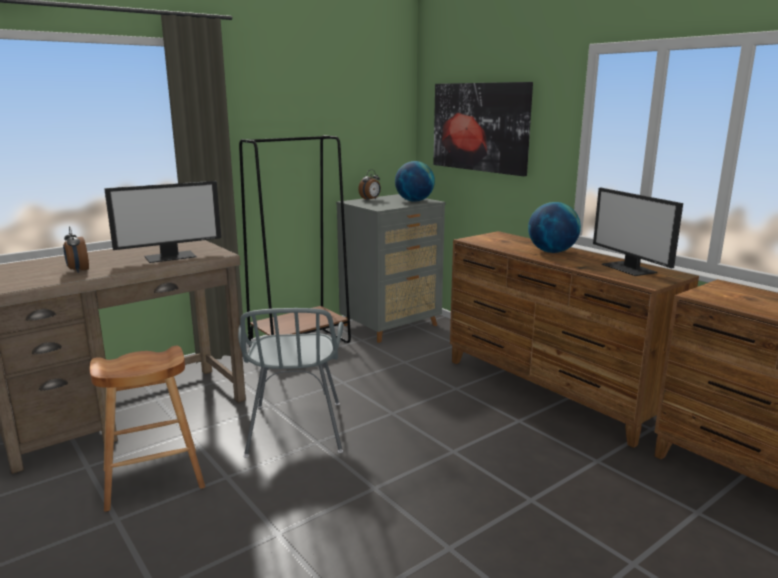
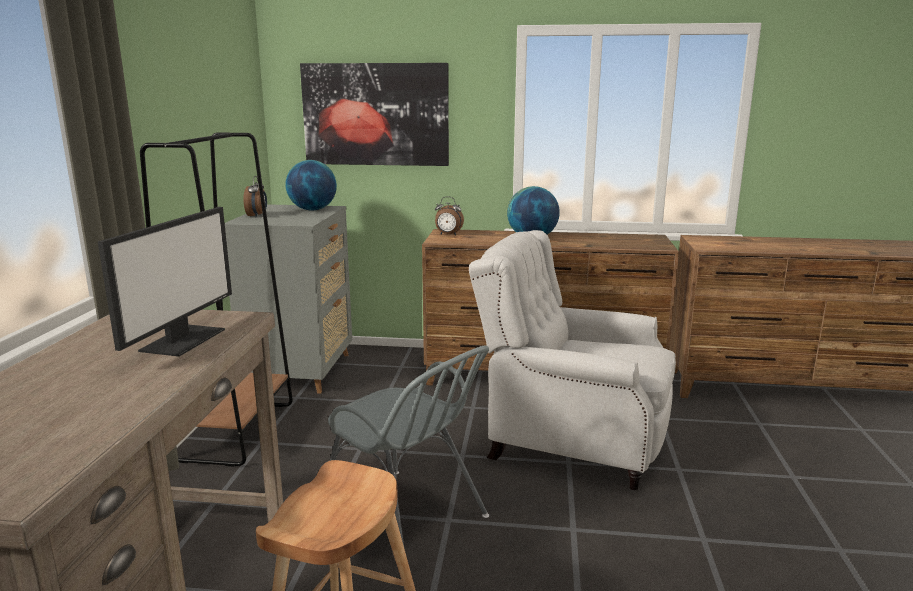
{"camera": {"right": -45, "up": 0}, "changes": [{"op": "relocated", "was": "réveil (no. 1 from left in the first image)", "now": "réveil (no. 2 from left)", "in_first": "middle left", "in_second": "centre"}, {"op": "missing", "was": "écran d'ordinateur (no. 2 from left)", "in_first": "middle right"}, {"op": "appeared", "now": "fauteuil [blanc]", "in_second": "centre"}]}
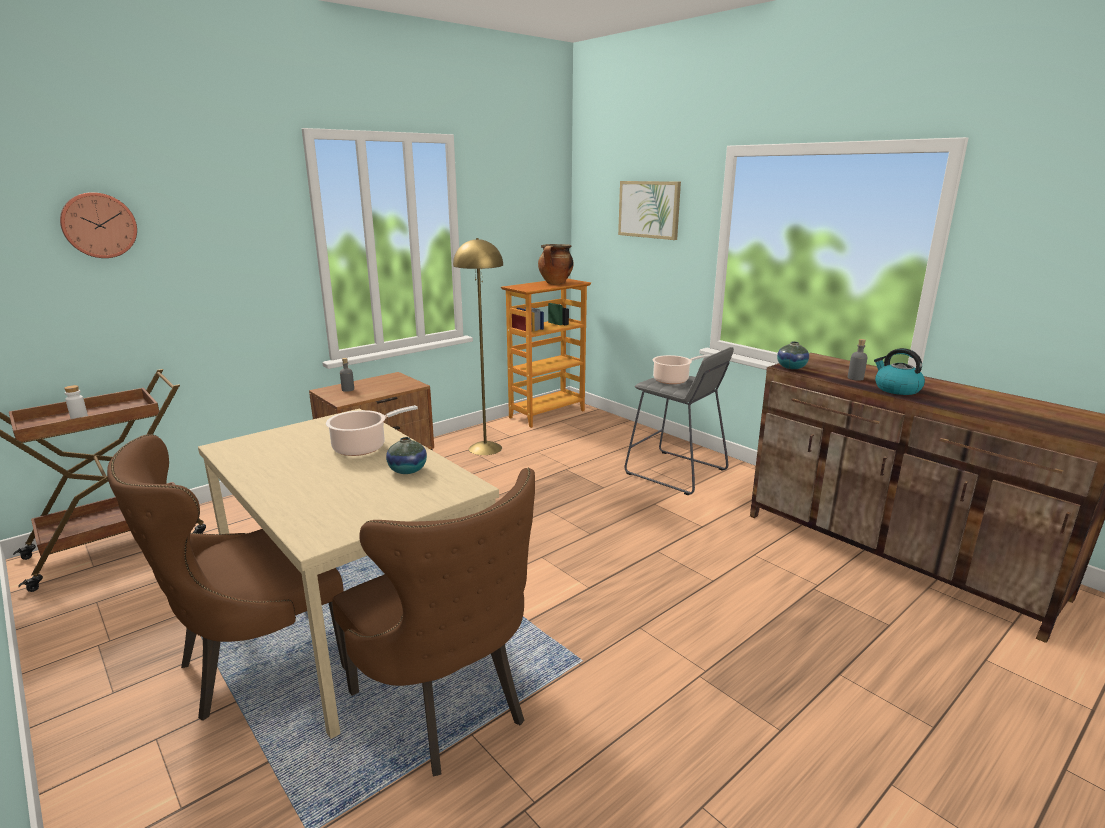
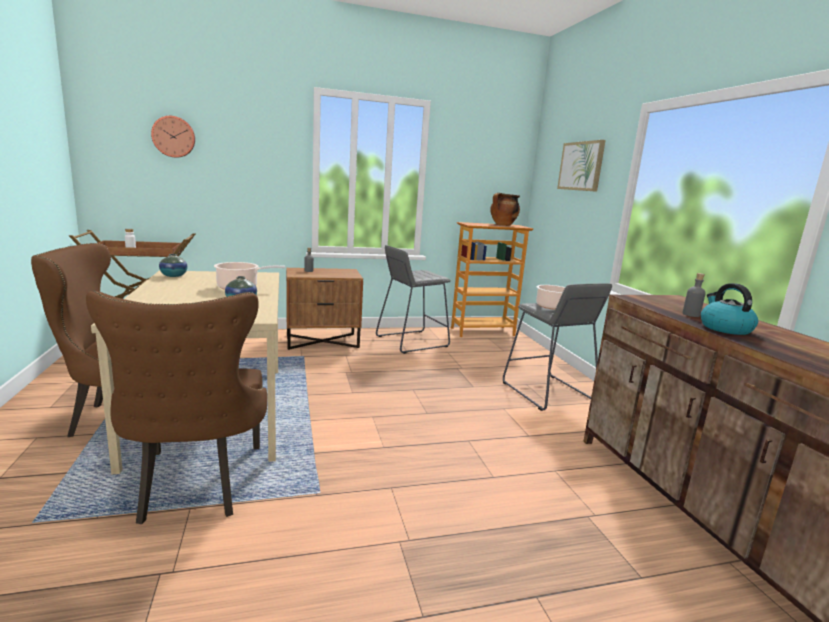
{"camera": {"right": 25, "up": -5}, "changes": [{"op": "exchanged", "was": "lampadaire [jaune]", "now": "tabouret [gris] (no. 1 from left)", "in_first": "centre", "in_second": "centre"}, {"op": "relocated", "was": "vase (no. 2 from left in the first image)", "now": "vase (no. 1 from left)", "in_first": "middle right", "in_second": "middle left"}]}
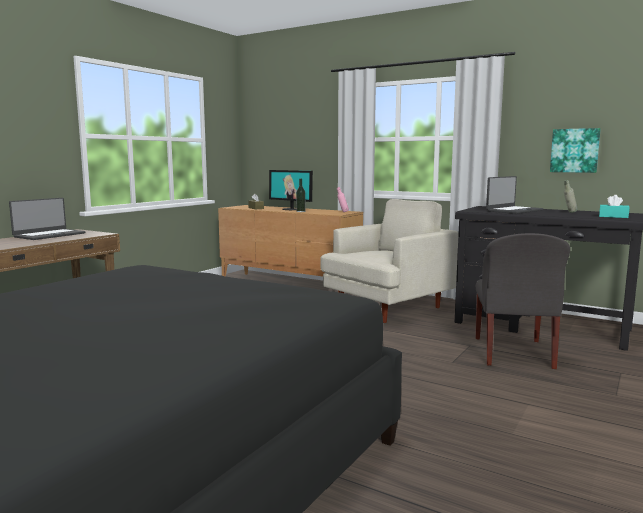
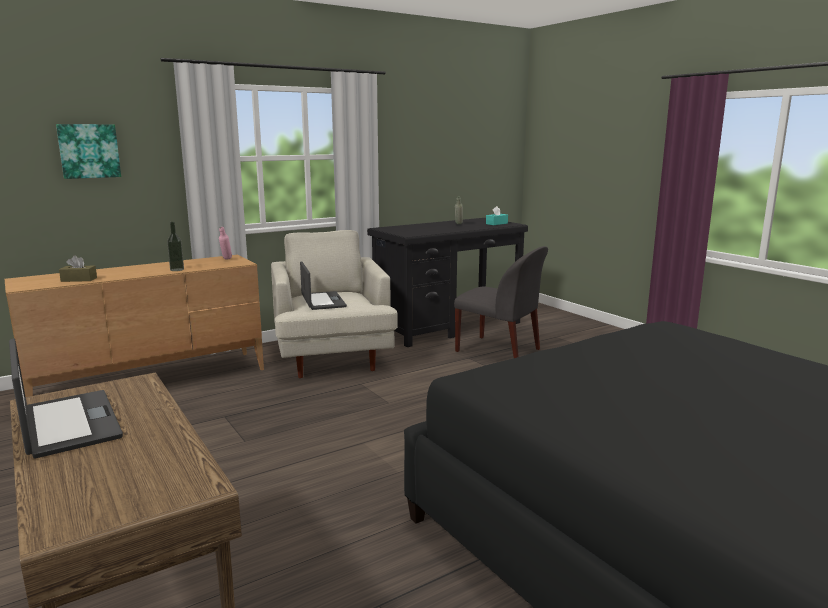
{"camera": {"right": -65, "up": 5}, "changes": [{"op": "missing", "was": "écran d'ordinateur", "in_first": "centre"}, {"op": "relocated", "was": "ordinateur portable (no. 2 from left)", "in_first": "middle right", "in_second": "centre"}, {"op": "relocated", "was": "tableau", "in_first": "top right", "in_second": "top left"}]}
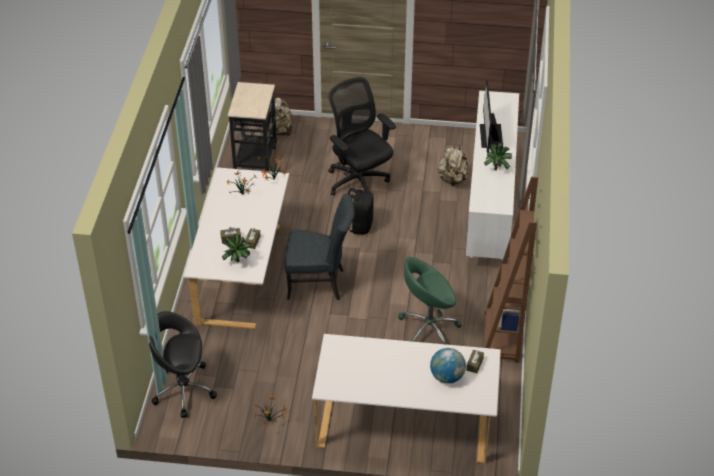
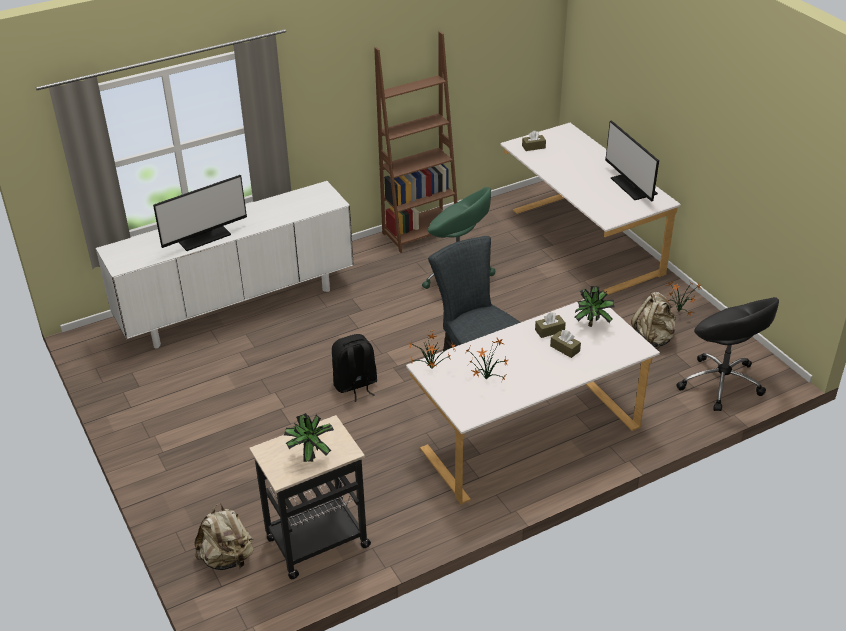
{"camera": {"right": -125, "up": -5}, "changes": [{"op": "missing", "was": "chaise de bureau [noir] (no. 2 from left)", "in_first": "top centre"}, {"op": "missing", "was": "globe", "in_first": "bottom centre"}, {"op": "relocated", "was": "sac à dos [beige] (no. 2 from left)", "in_first": "centre", "in_second": "middle right"}, {"op": "relocated", "was": "plante en pot (no. 5 from left in the first image)", "now": "plante en pot (no. 1 from left)", "in_first": "top right", "in_second": "bottom centre"}, {"op": "appeared", "now": "écran d'ordinateur (no. 2 from left)", "in_second": "top right"}]}
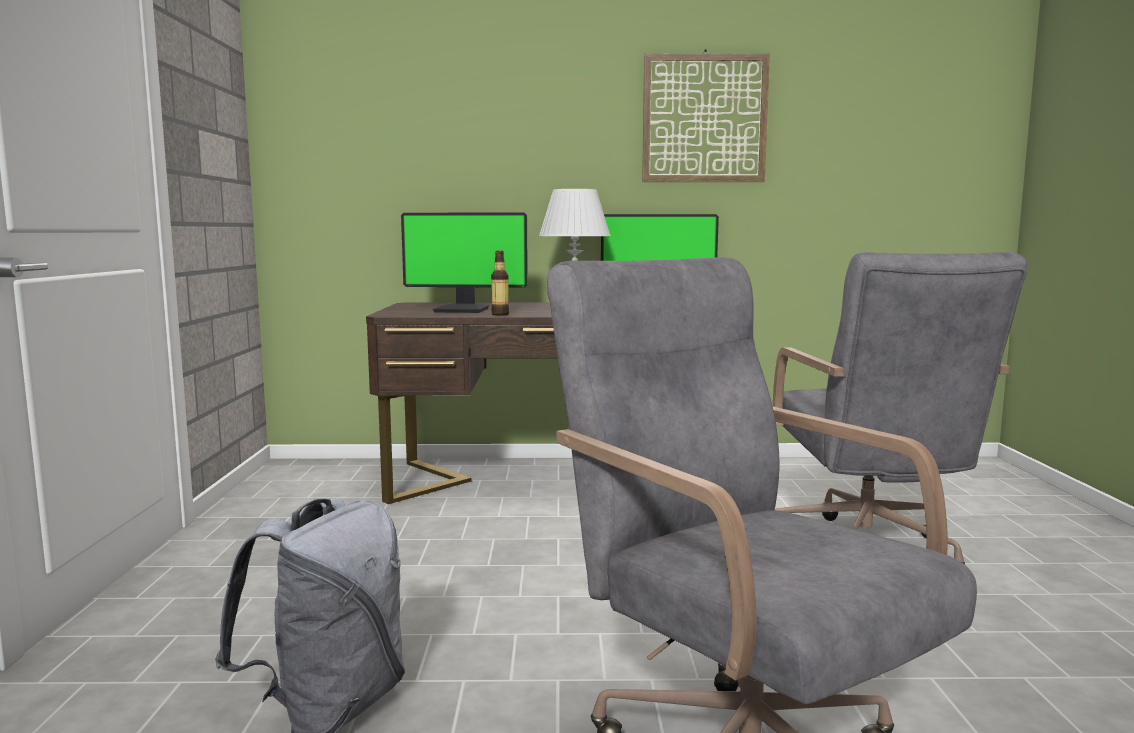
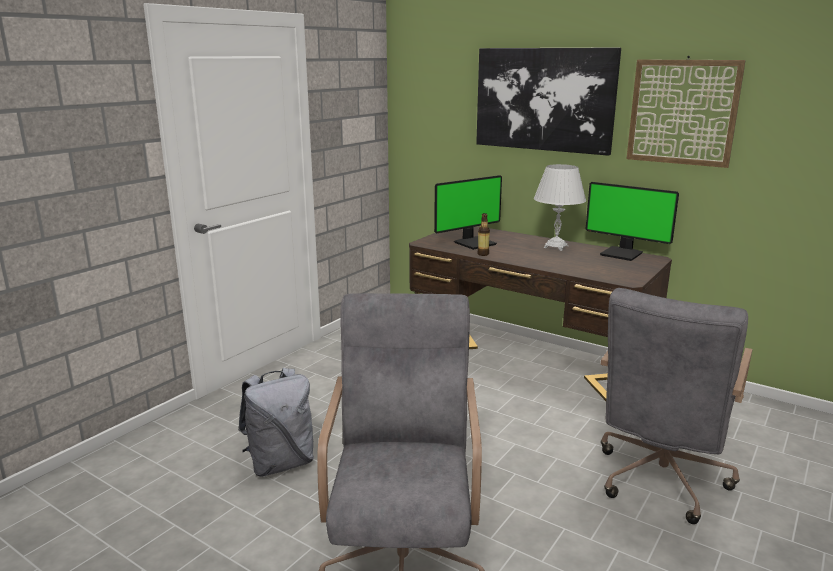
{"camera": {"right": 35, "up": 10}, "changes": [{"op": "spun", "was": "écran d'ordinateur (no. 1 from left)", "in_first": "centre", "in_second": "centre", "clockwise": -75}, {"op": "appeared", "now": "tableau (no. 1 from left)", "in_second": "top centre"}]}
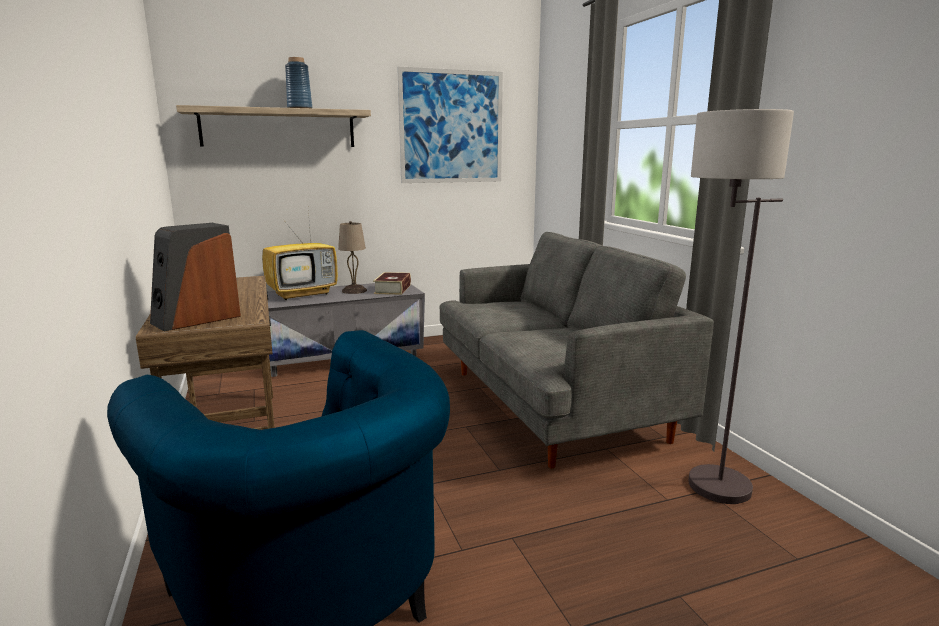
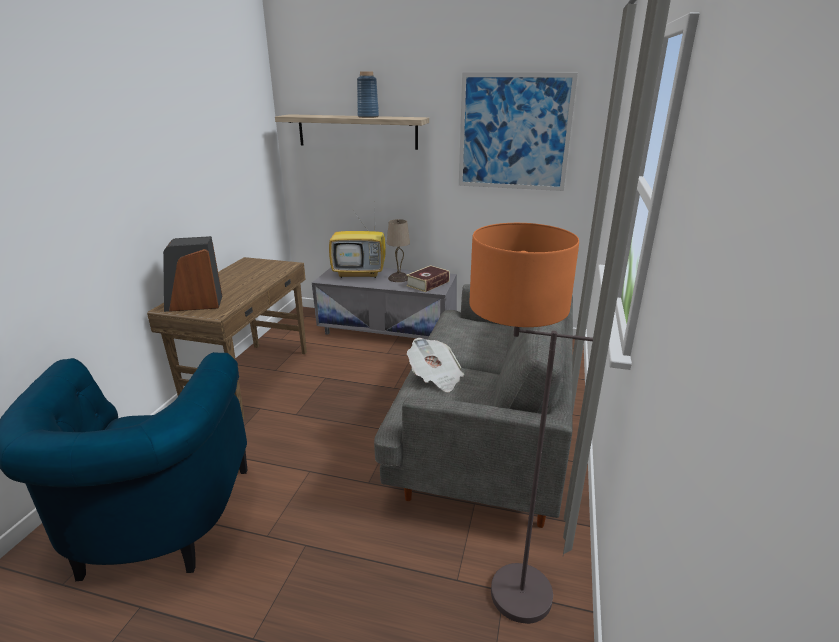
{"camera": {"right": 35, "up": 10}, "changes": [{"op": "colour", "was": "lampadaire [gris]", "now": "lampadaire [orange]", "in_first": "middle right", "in_second": "centre"}, {"op": "appeared", "now": "journal", "in_second": "centre"}]}
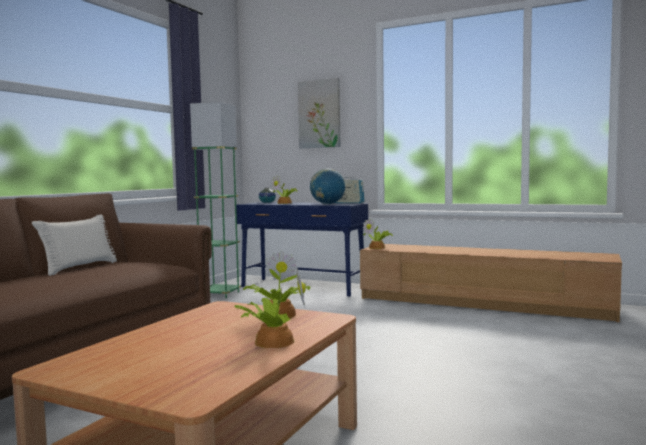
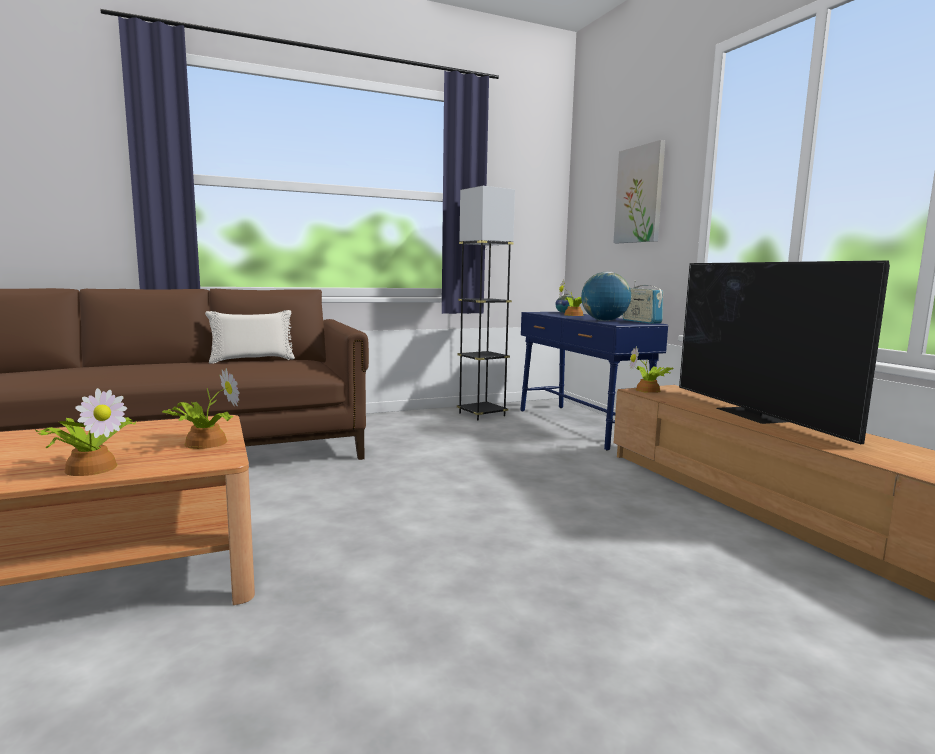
{"camera": {"right": 40, "up": 5}, "changes": [{"op": "colour", "was": "lampadaire [vert]", "now": "lampadaire [gris]", "in_first": "middle left", "in_second": "centre"}, {"op": "appeared", "now": "téléviseur", "in_second": "middle right"}]}
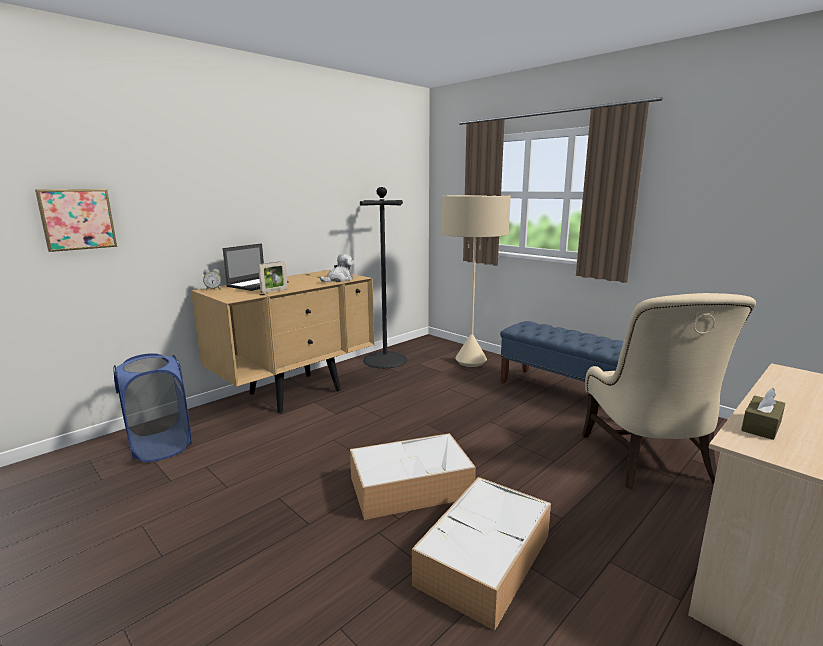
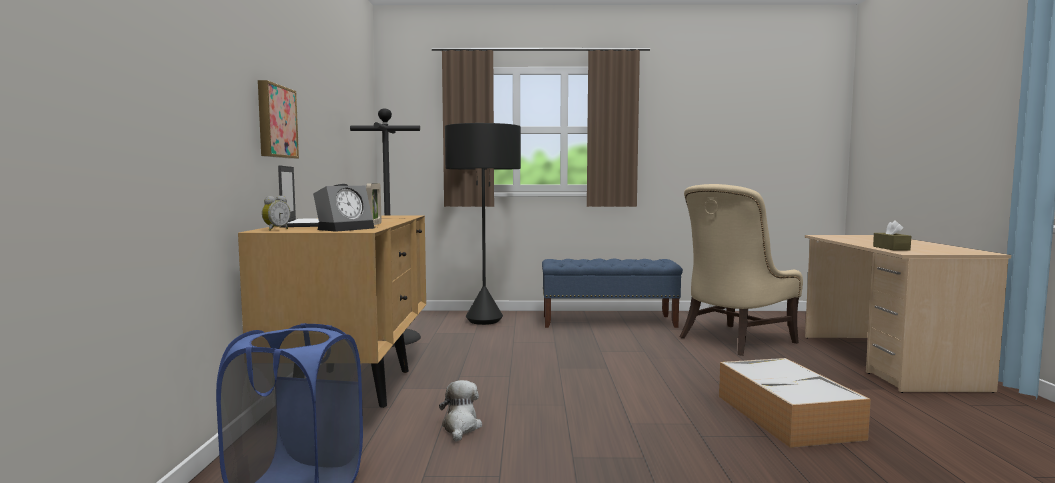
{"camera": {"right": -45, "up": -10}, "changes": [{"op": "relocated", "was": "tableau", "in_first": "middle left", "in_second": "top left"}, {"op": "relocated", "was": "peluche", "in_first": "centre", "in_second": "bottom centre"}, {"op": "missing", "was": "boîte de rangement (no. 1 from left)", "in_first": "bottom centre"}, {"op": "colour", "was": "lampadaire [beige]", "now": "lampadaire [noir]", "in_first": "centre", "in_second": "centre"}, {"op": "spun", "was": "chaise [beige]", "in_first": "middle right", "in_second": "middle right", "clockwise": 105}, {"op": "appeared", "now": "réveil (no. 2 from left)", "in_second": "middle left"}]}
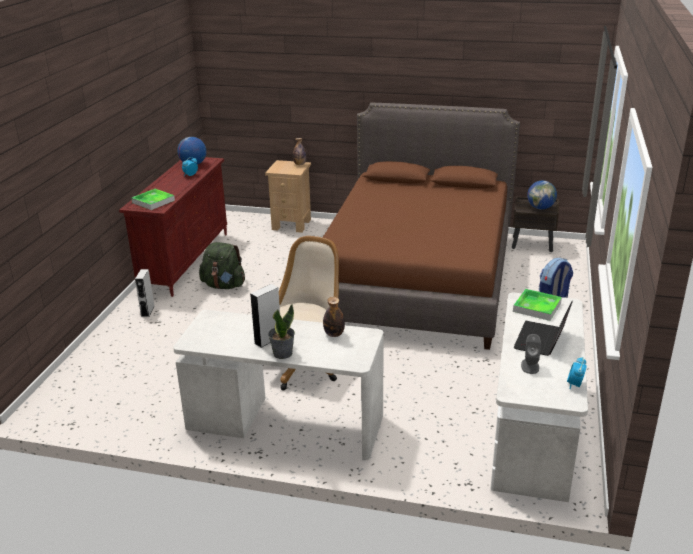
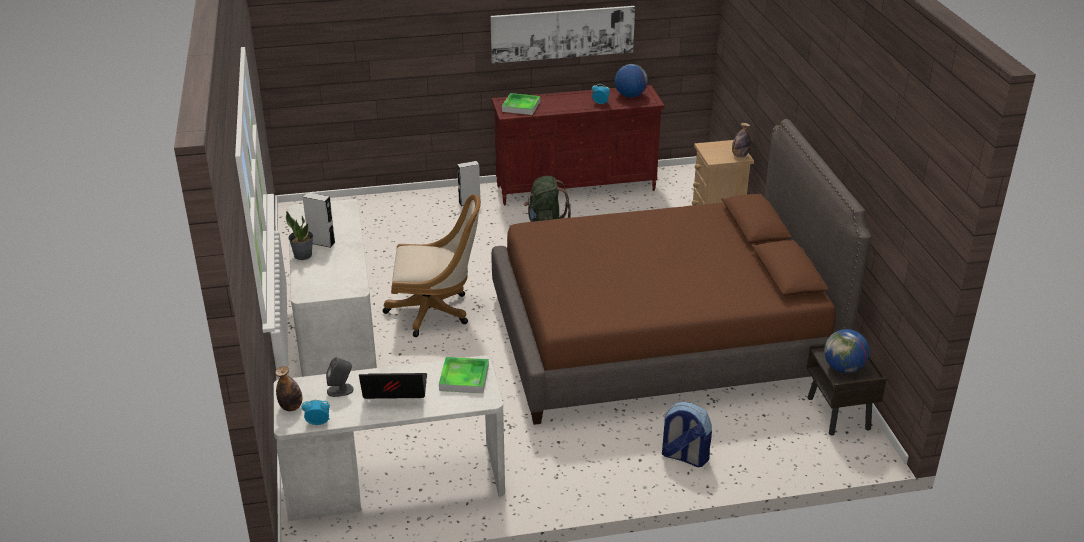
{"camera": {"right": 65, "up": 5}, "changes": [{"op": "relocated", "was": "bouteille (no. 2 from left in the first image)", "now": "bouteille (no. 1 from left)", "in_first": "centre", "in_second": "bottom left"}, {"op": "appeared", "now": "tableau", "in_second": "top centre"}]}
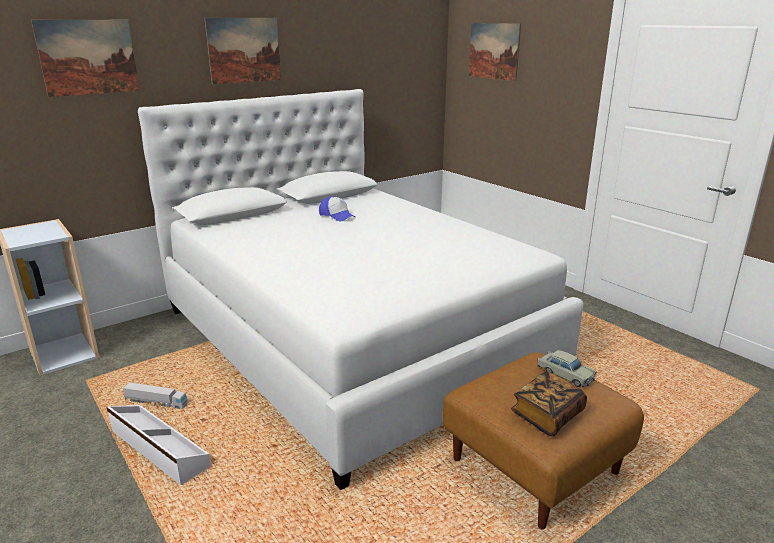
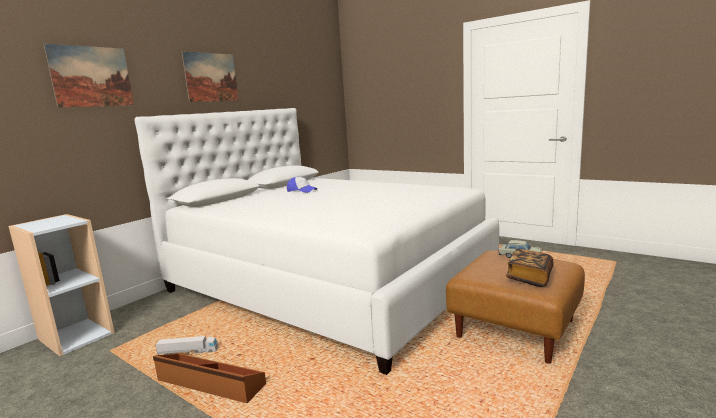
{"camera": {"right": -15, "up": -10}, "changes": [{"op": "colour", "was": "boîte de rangement [blanc]", "now": "boîte de rangement [marron]", "in_first": "bottom left", "in_second": "bottom left"}, {"op": "missing", "was": "tableau (no. 3 from left)", "in_first": "top centre"}]}
